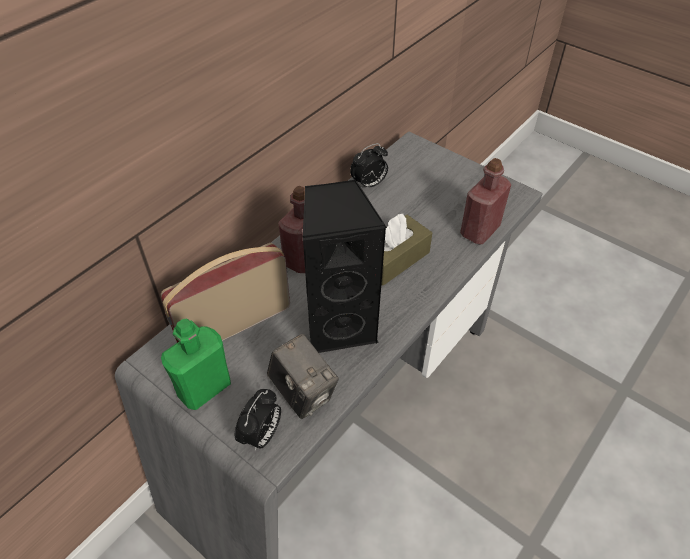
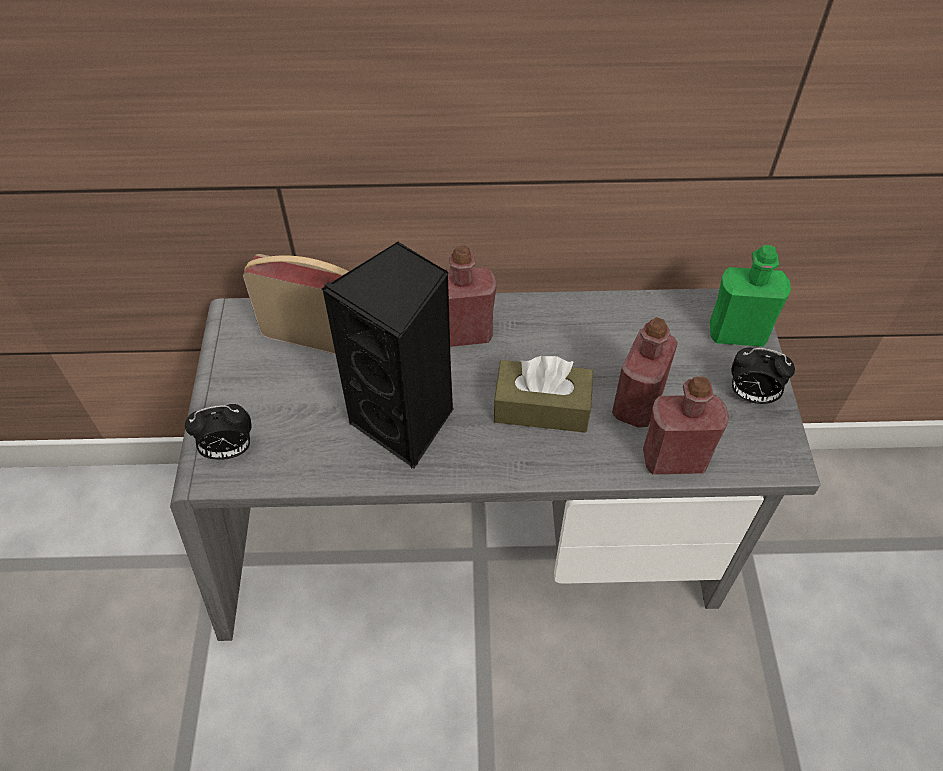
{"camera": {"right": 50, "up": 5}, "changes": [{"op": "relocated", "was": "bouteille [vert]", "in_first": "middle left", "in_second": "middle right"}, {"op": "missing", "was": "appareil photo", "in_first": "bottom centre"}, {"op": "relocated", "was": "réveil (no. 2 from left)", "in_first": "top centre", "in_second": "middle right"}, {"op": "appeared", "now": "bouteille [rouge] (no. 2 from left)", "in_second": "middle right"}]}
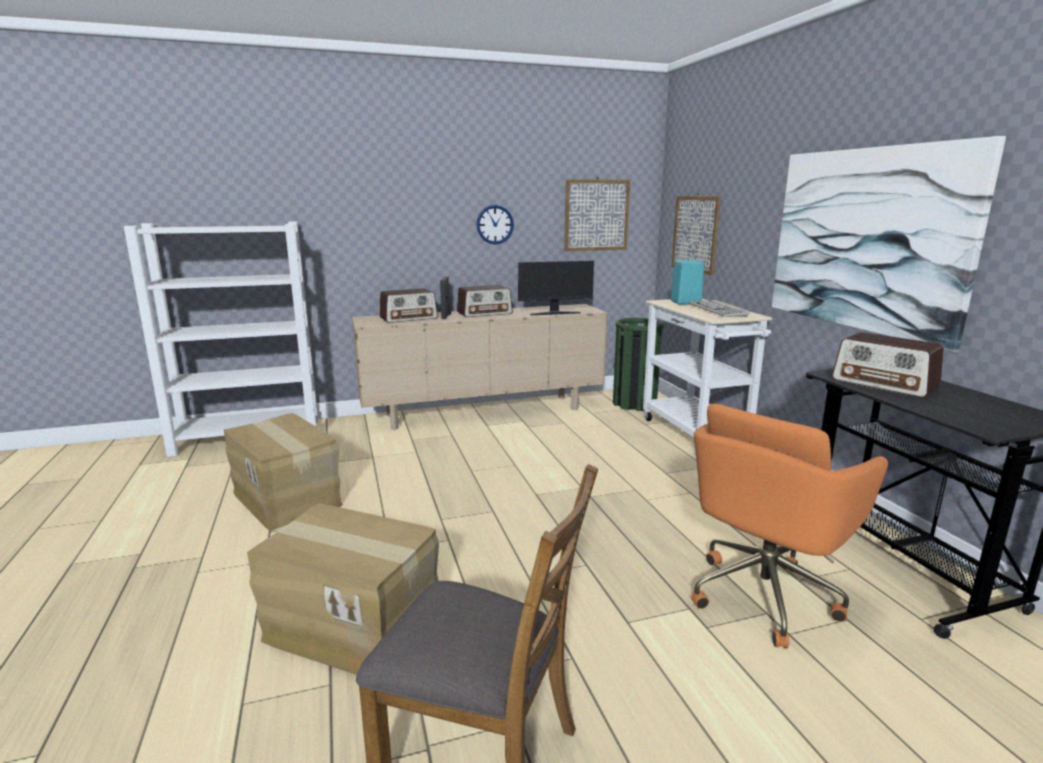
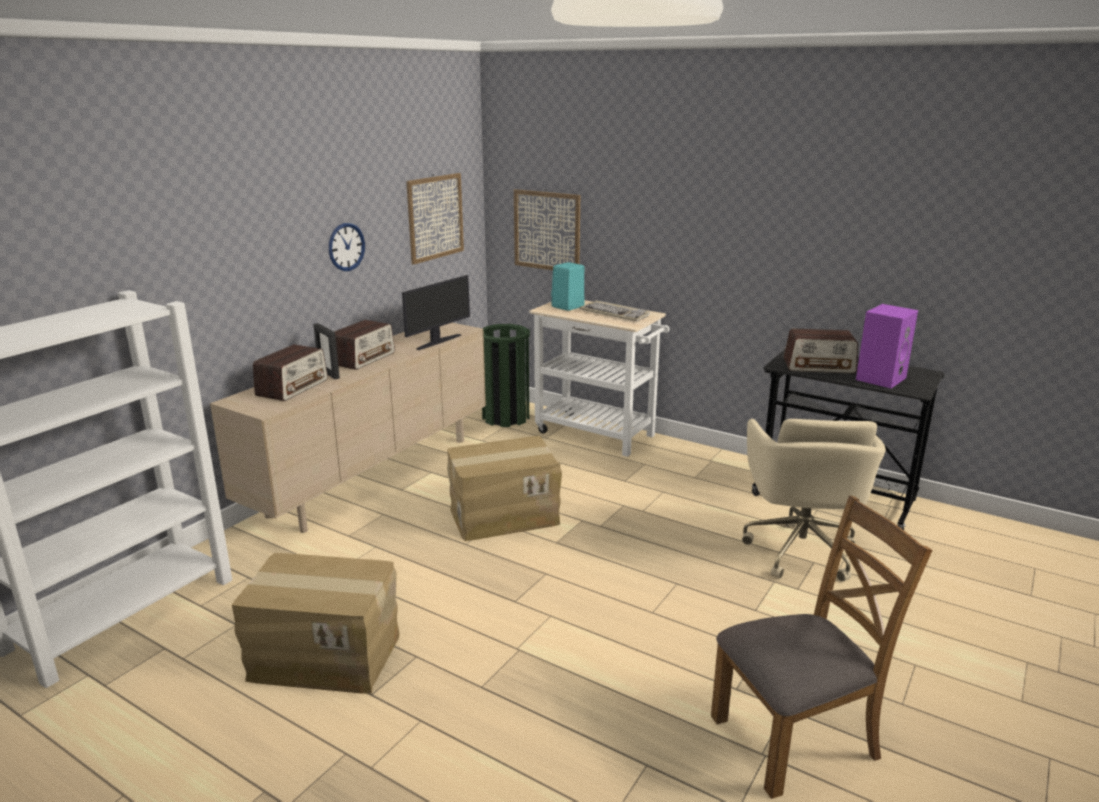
{"camera": {"right": -40, "up": 5}, "changes": [{"op": "relocated", "was": "carton (no. 2 from left)", "in_first": "bottom left", "in_second": "centre"}, {"op": "colour", "was": "chaise de bureau [orange]", "now": "chaise de bureau [beige]", "in_first": "bottom right", "in_second": "middle right"}, {"op": "missing", "was": "tableau (no. 3 from left)", "in_first": "top right"}, {"op": "appeared", "now": "enceinte [violet]", "in_second": "middle right"}]}
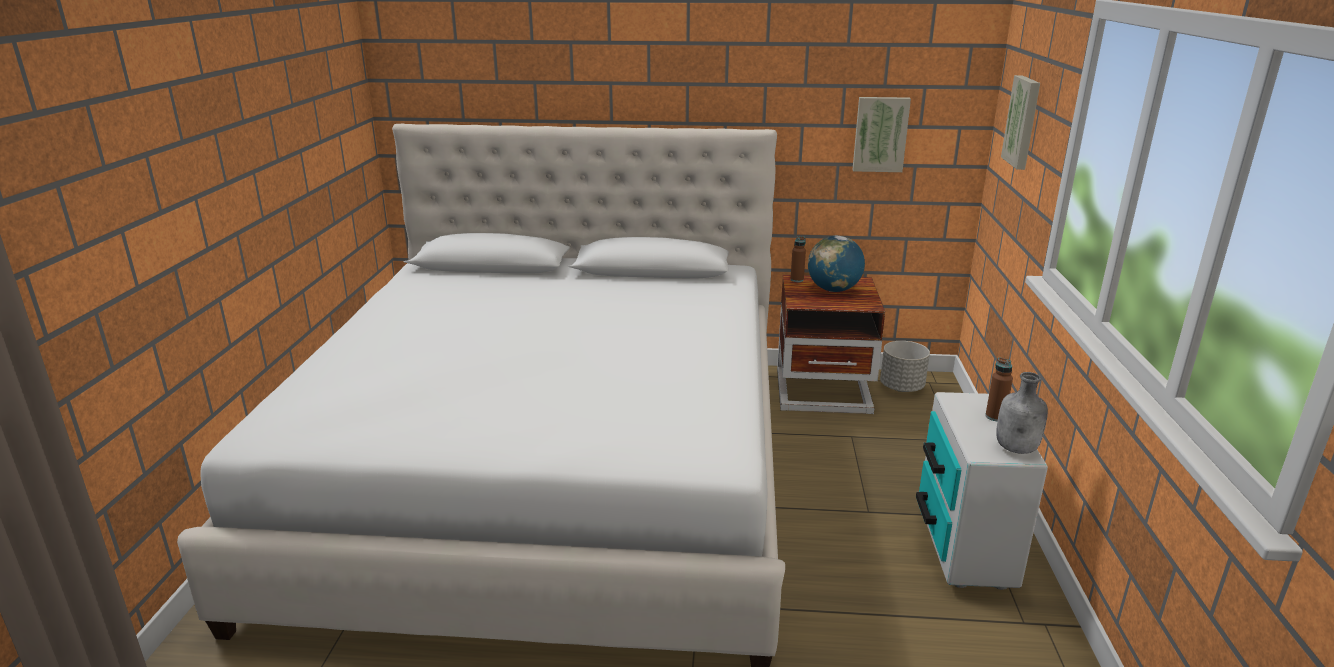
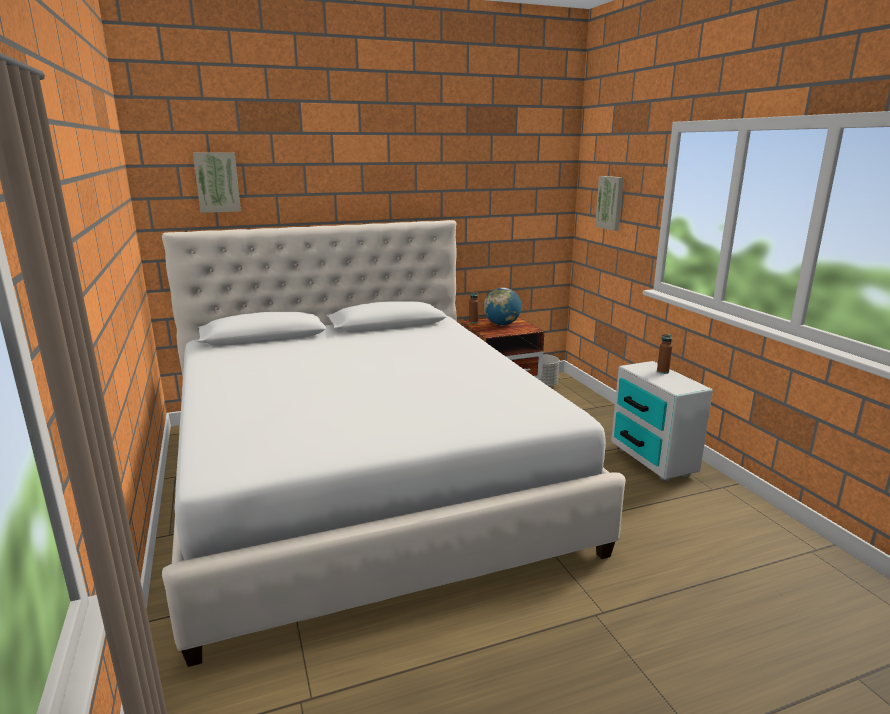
{"camera": {"right": -25, "up": -5}, "changes": [{"op": "relocated", "was": "tableau (no. 1 from left)", "in_first": "top centre", "in_second": "top left"}, {"op": "missing", "was": "bouteille [gris]", "in_first": "middle right"}]}
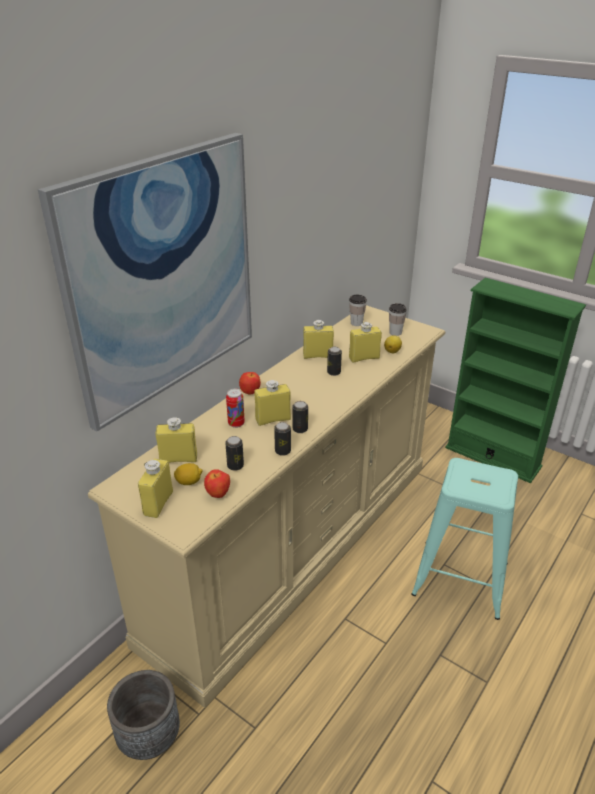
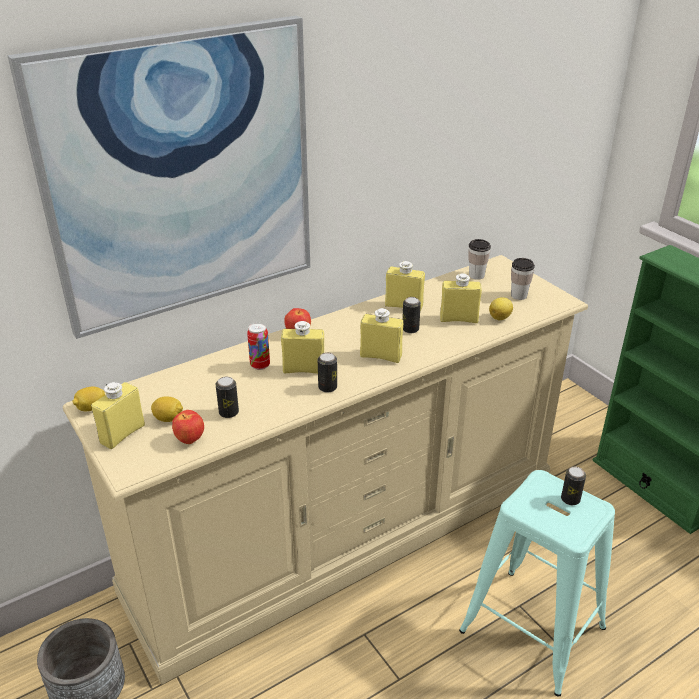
{"camera": {"right": 20, "up": 0}, "changes": [{"op": "relocated", "was": "bouteille [jaune] (no. 2 from left in the first image)", "now": "bouteille [jaune] (no. 3 from left)", "in_first": "middle left", "in_second": "centre"}, {"op": "relocated", "was": "boîte métallique (no. 3 from left in the first image)", "now": "boîte métallique (no. 5 from left)", "in_first": "centre", "in_second": "bottom right"}, {"op": "appeared", "now": "citron (no. 1 from left)", "in_second": "middle left"}]}
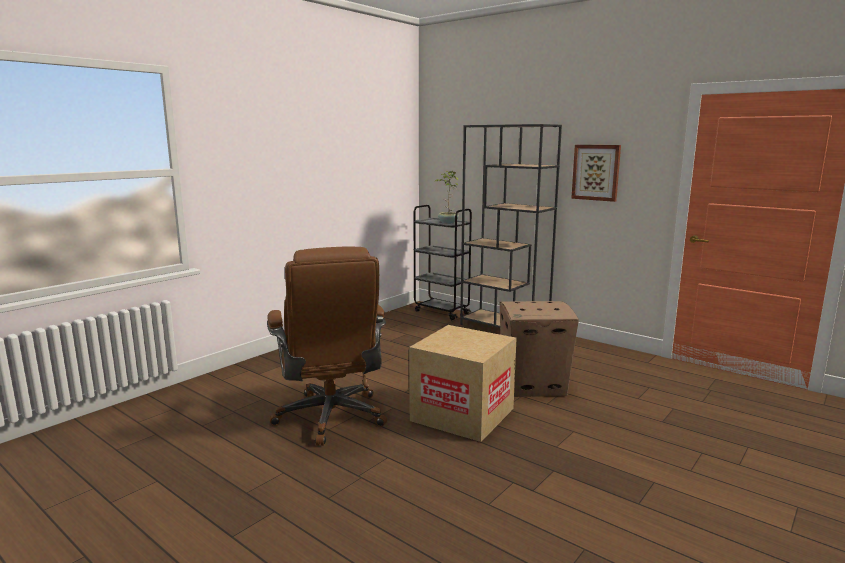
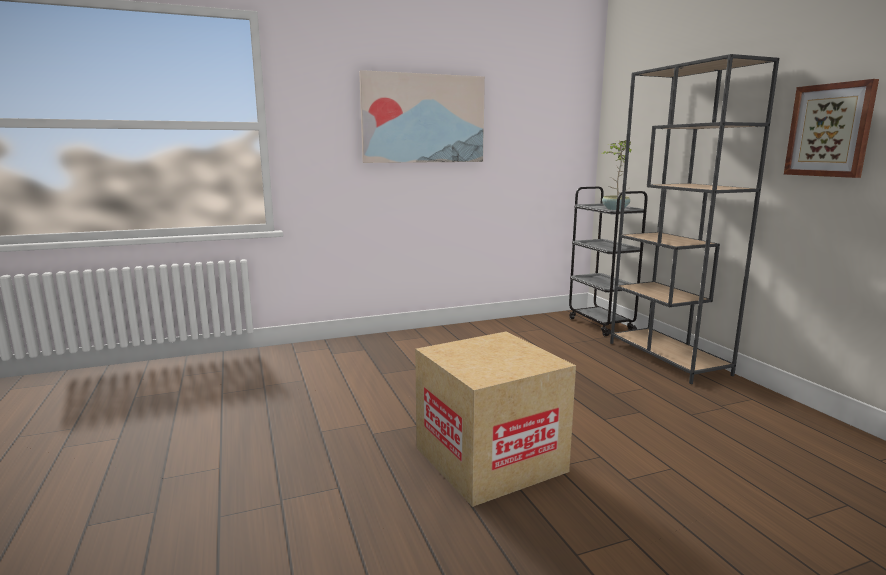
{"camera": {"right": 30, "up": 0}, "changes": [{"op": "missing", "was": "chaise de bureau [marron]", "in_first": "centre"}, {"op": "missing", "was": "carton (no. 2 from left)", "in_first": "centre"}, {"op": "appeared", "now": "tableau (no. 1 from left)", "in_second": "top centre"}]}
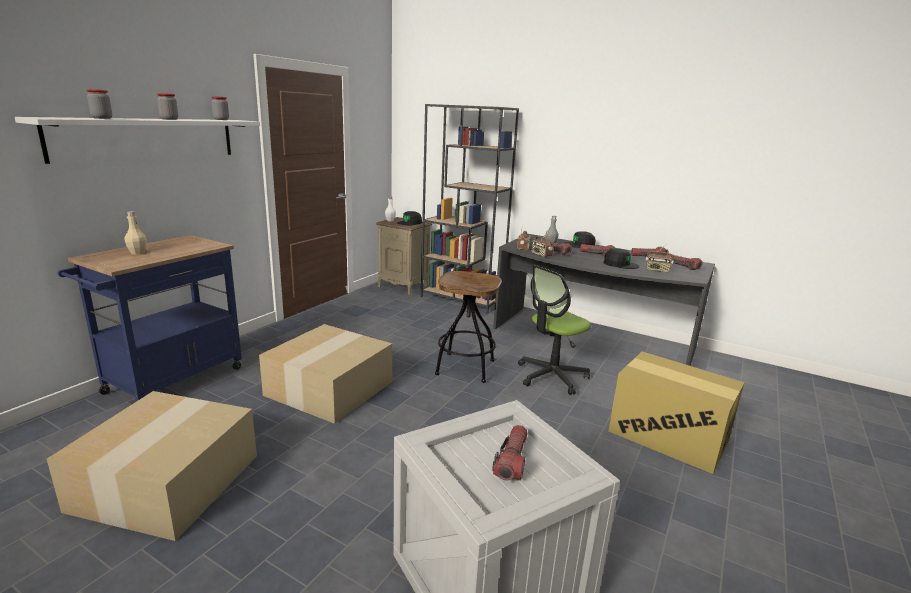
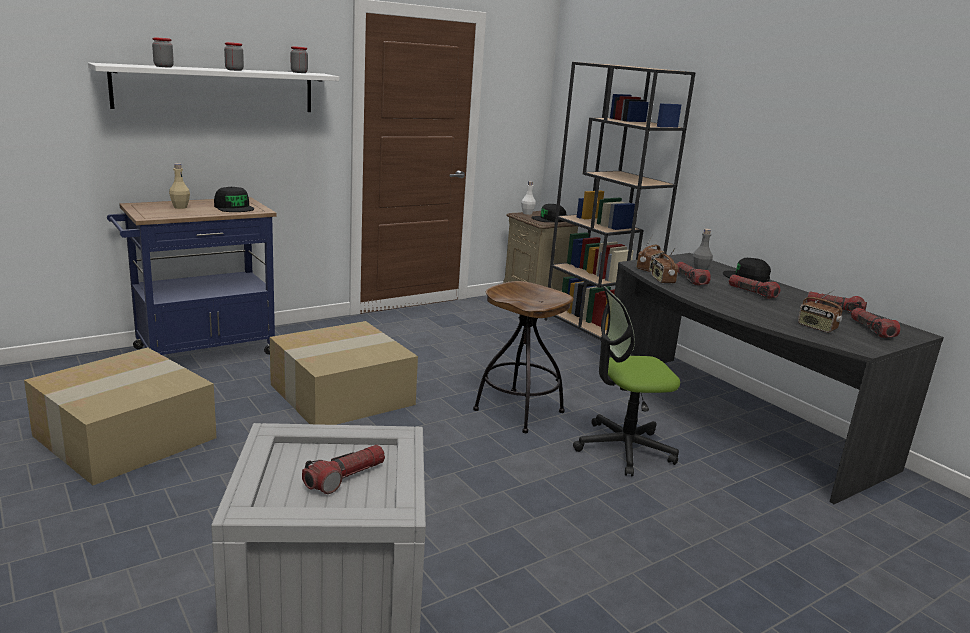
{"camera": {"right": 25, "up": 0}, "changes": [{"op": "relocated", "was": "casquette [noir] (no. 3 from left in the first image)", "now": "casquette [noir] (no. 1 from left)", "in_first": "middle right", "in_second": "top left"}, {"op": "missing", "was": "carton (no. 3 from left)", "in_first": "bottom right"}]}
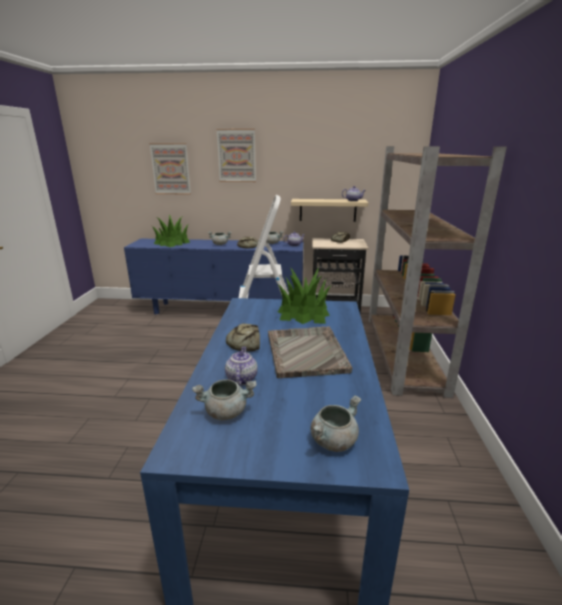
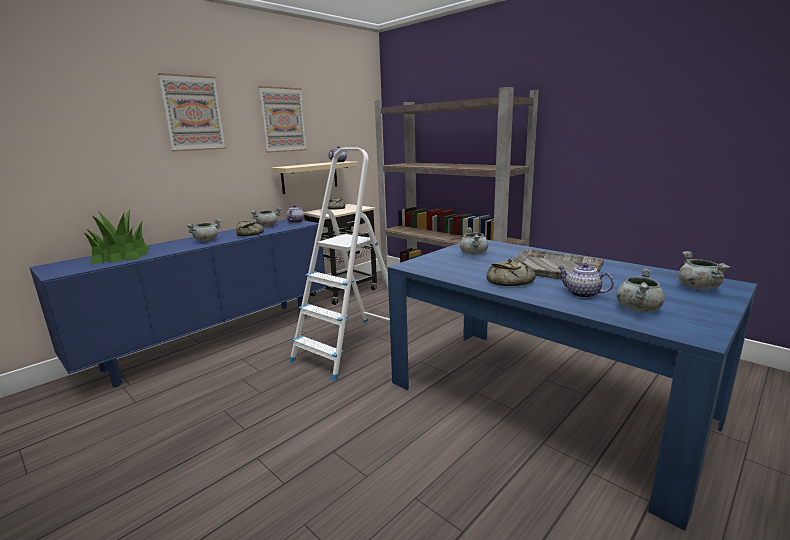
{"camera": {"right": -50, "up": -5}, "changes": [{"op": "relocated", "was": "tableau (no. 1 from left in the first image)", "now": "tableau (no. 2 from left)", "in_first": "top left", "in_second": "top centre"}, {"op": "exchanged", "was": "plante en pot (no. 2 from left)", "now": "marmite [gris] (no. 3 from left)", "in_first": "centre", "in_second": "centre"}]}
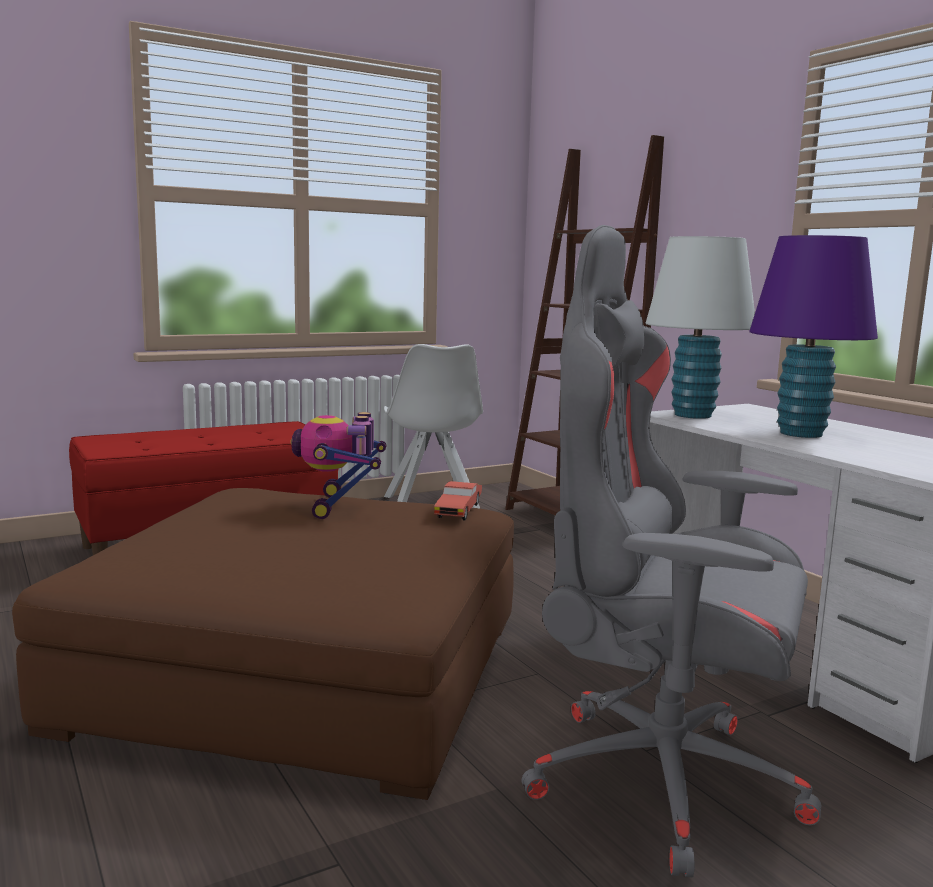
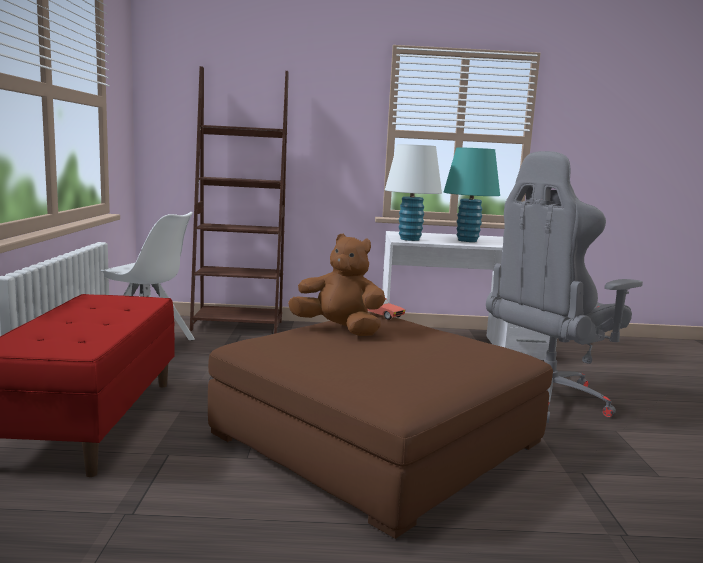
{"camera": {"right": -60, "up": 0}, "changes": [{"op": "exchanged", "was": "robot jouet", "now": "peluche [marron]", "in_first": "centre", "in_second": "centre"}, {"op": "colour", "was": "lampe de table [violet]", "now": "lampe de table [turquoise]", "in_first": "middle right", "in_second": "middle right"}]}
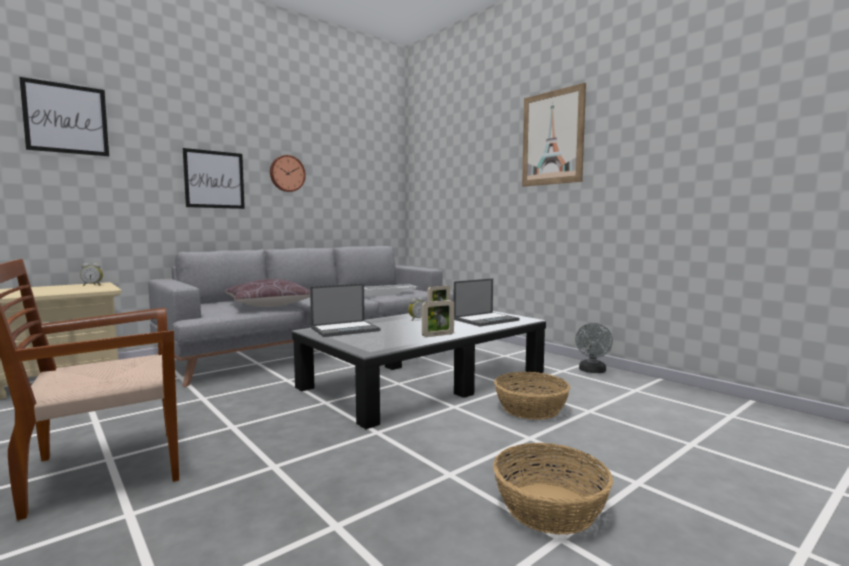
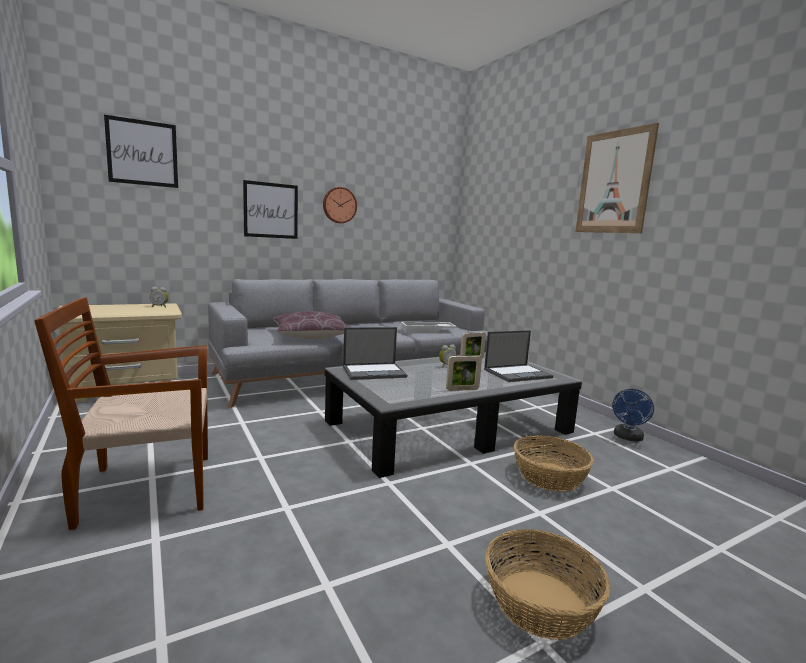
{"camera": {"right": 10, "up": 5}, "changes": [{"op": "colour", "was": "ventilateur [gris]", "now": "ventilateur [bleu]", "in_first": "middle right", "in_second": "middle right"}]}
